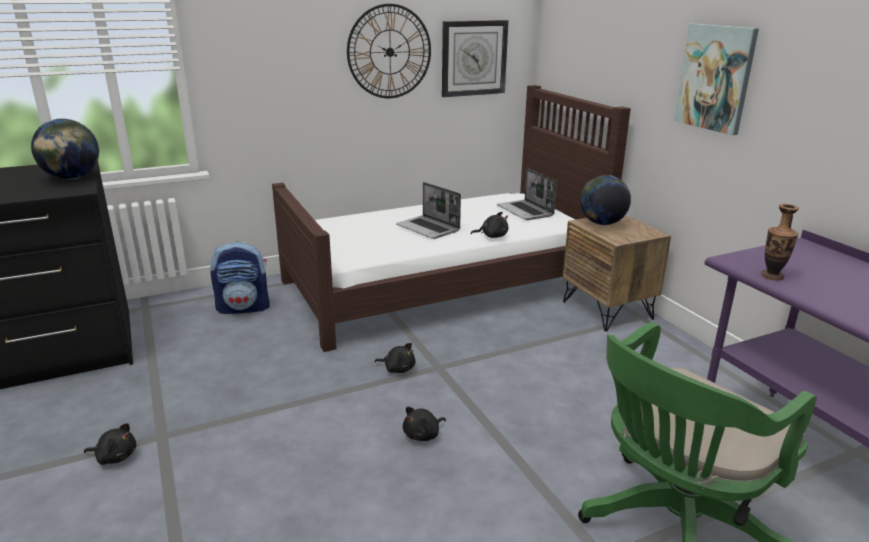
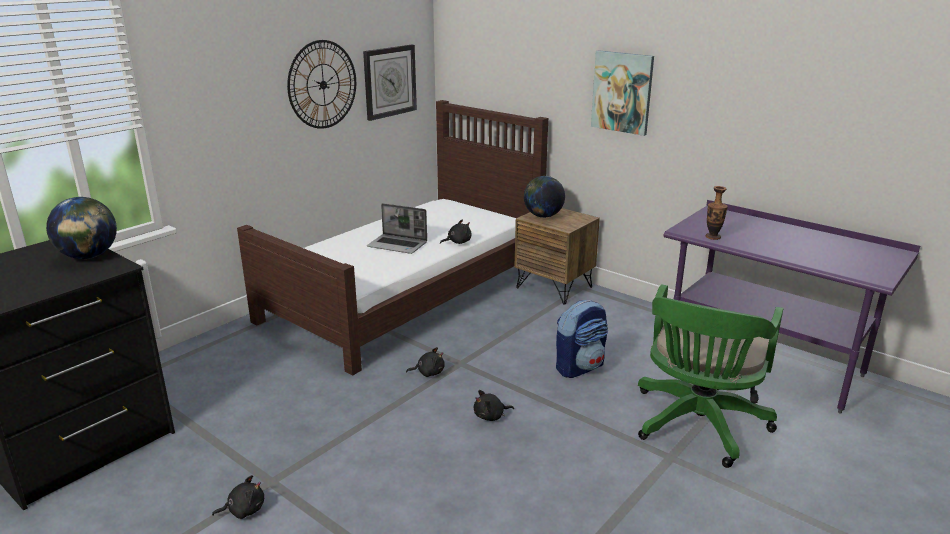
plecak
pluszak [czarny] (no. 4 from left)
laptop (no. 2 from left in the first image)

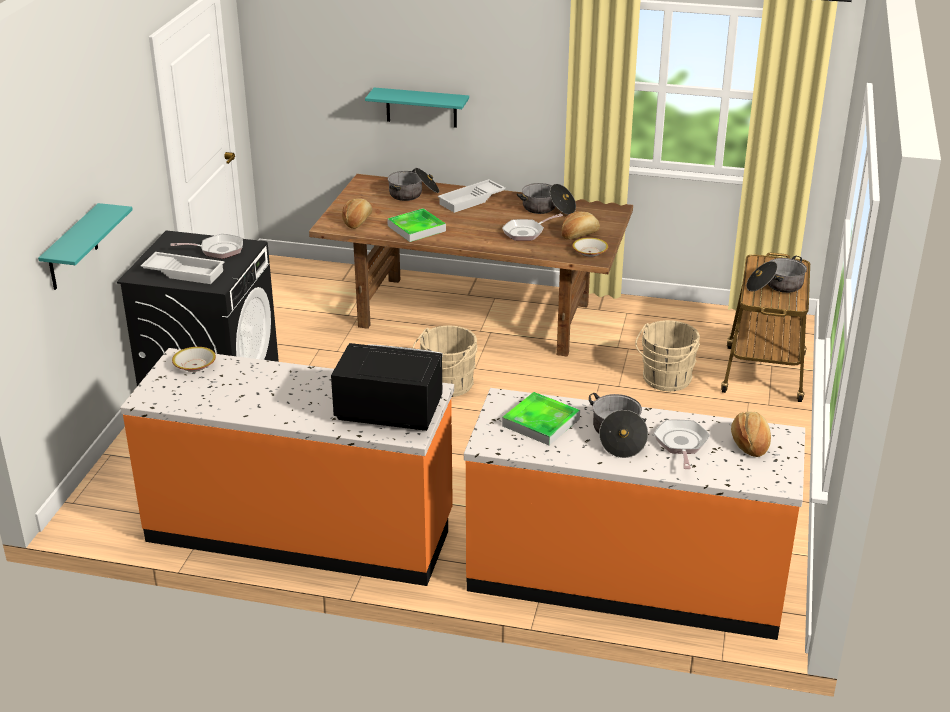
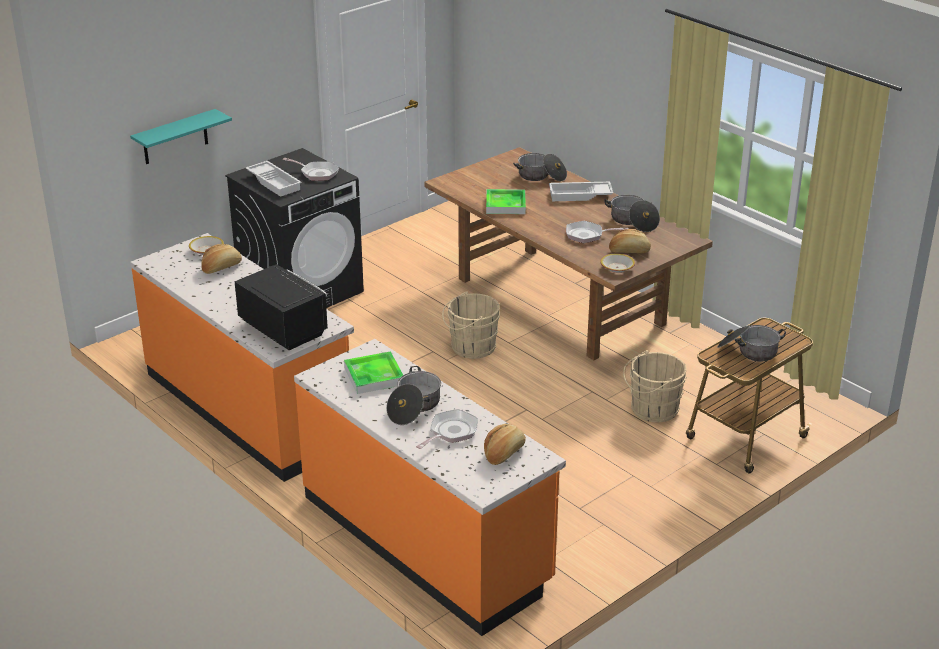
chleb (no. 1 from left)
półka [turkusowy] (no. 2 from left in the first image)

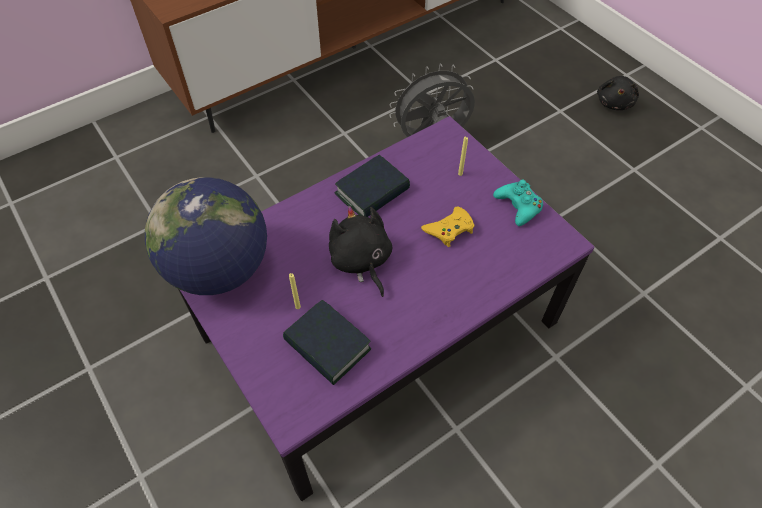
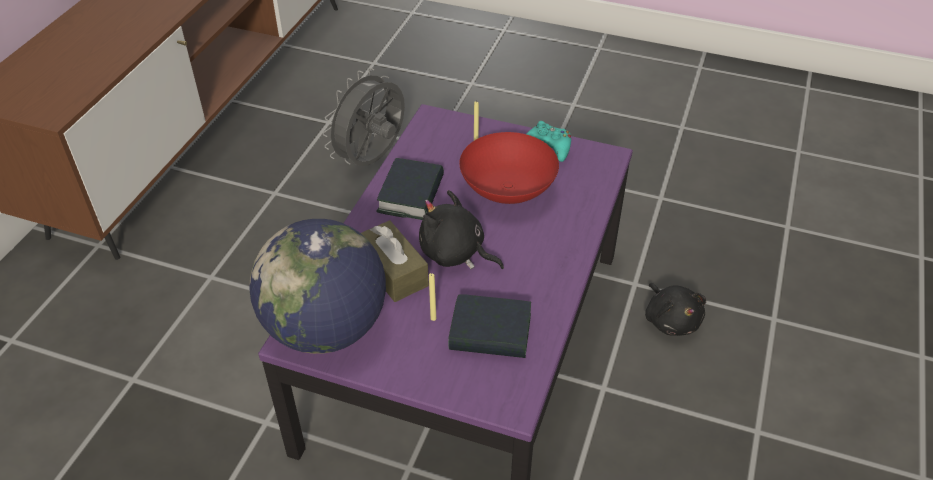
miska [czerwony]
pluszak [czarny] (no. 2 from left)
pudełko chusteczek [brązowy]

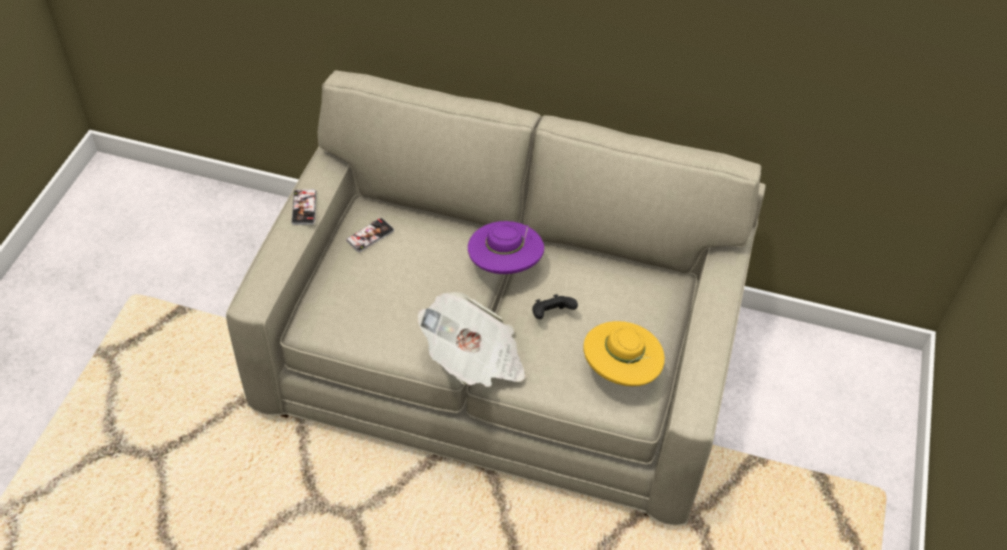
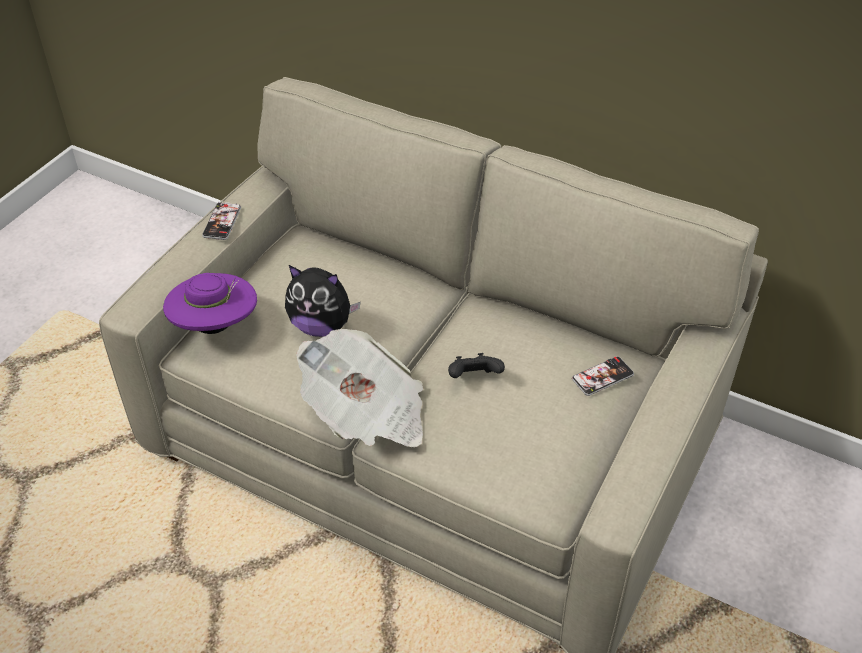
telefon (no. 2 from left)
kapelusz [fioletowy]
kapelusz [żółty]
pluszak

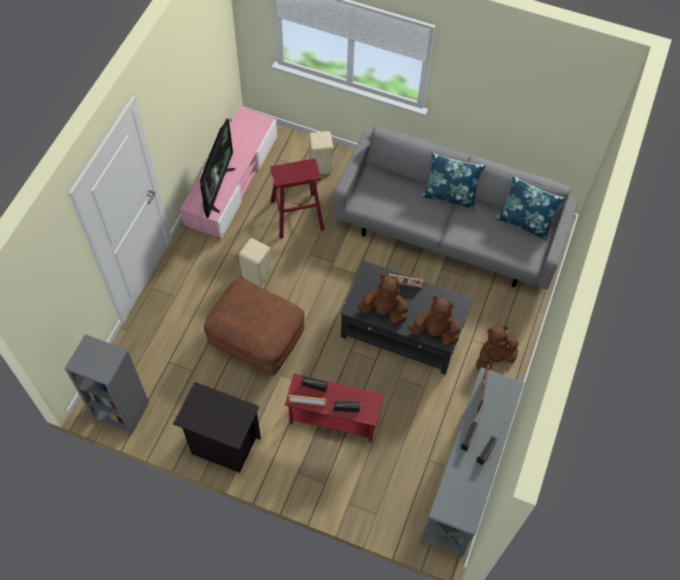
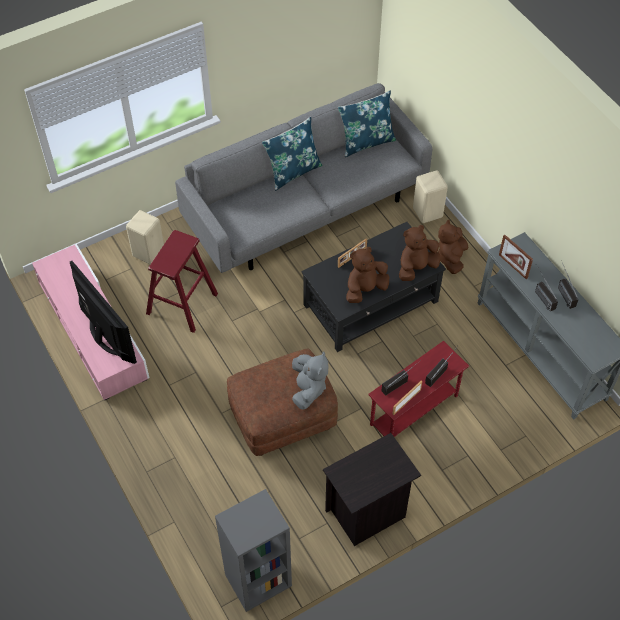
stołek [beżowy] (no. 2 from left)
pluszak [szary]

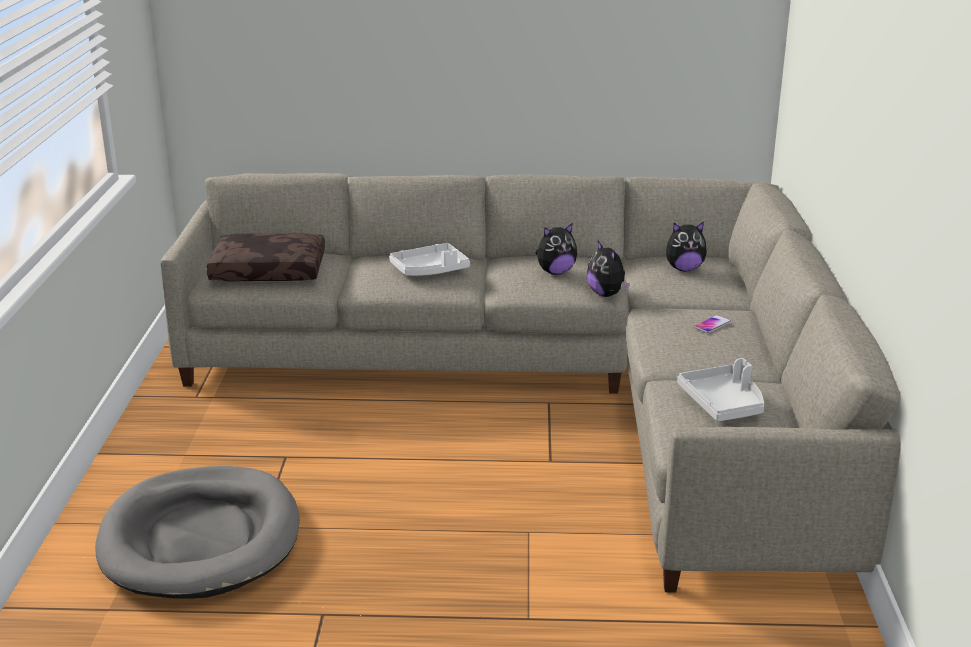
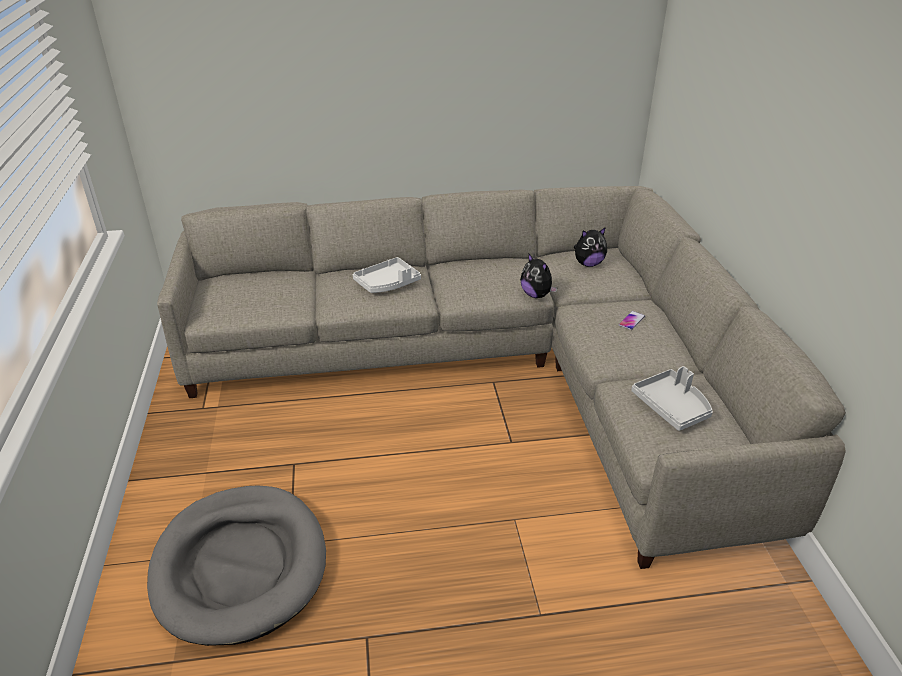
poduszka [brązowy]
pluszak (no. 1 from left in the first image)

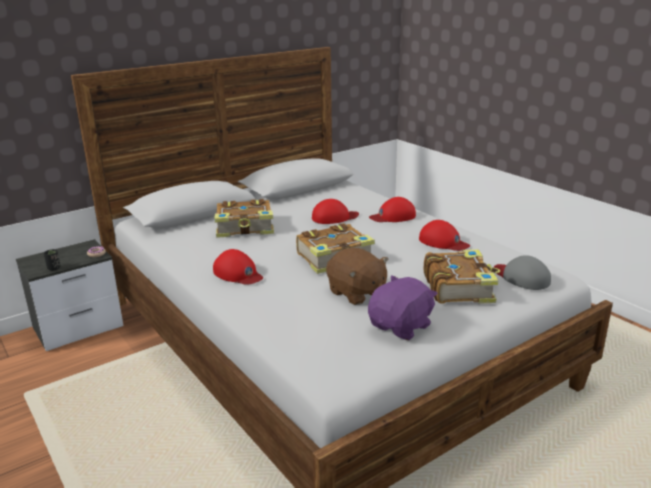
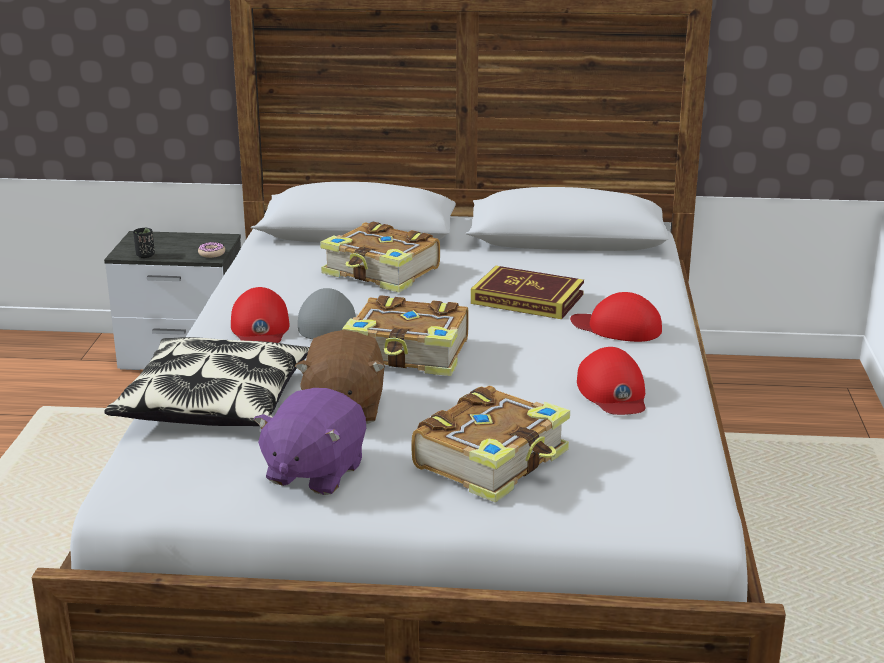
książka (no. 4 from left)
pluszak [fioletowy]
czapka z daszkiem [szary]
poduszka

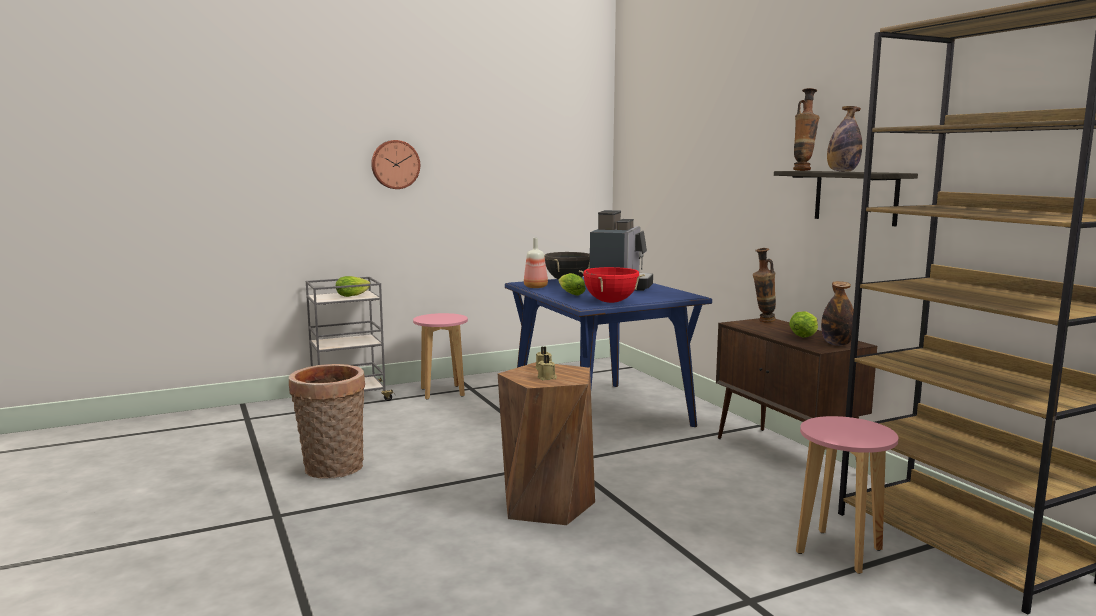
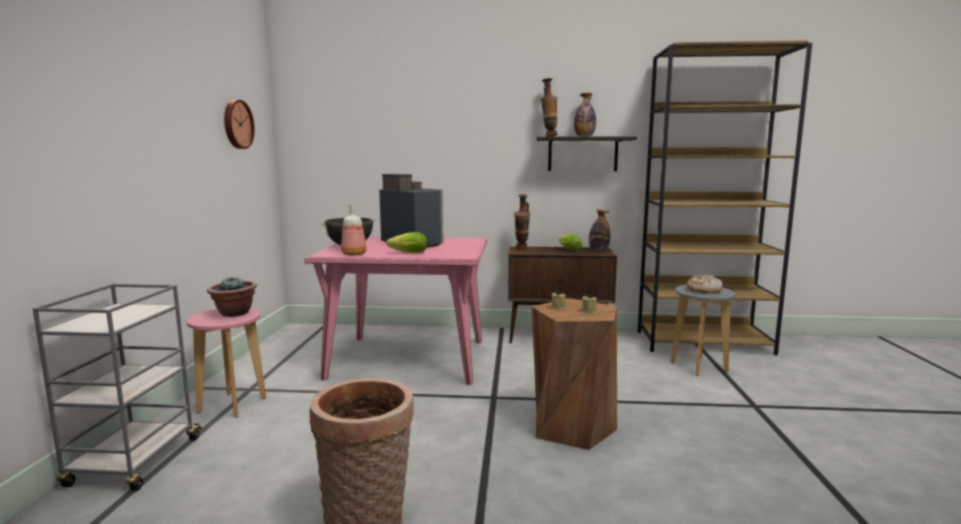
sałata (no. 1 from left in the first image)
zegar ścienny
stół jadalny [różowy]
garnek [czerwony]
stołek [szary]
roślina doniczkowa
chleb

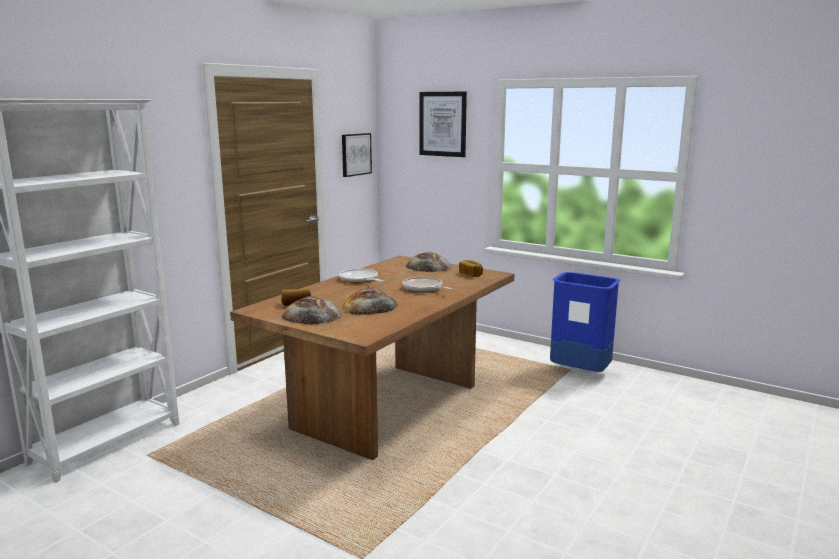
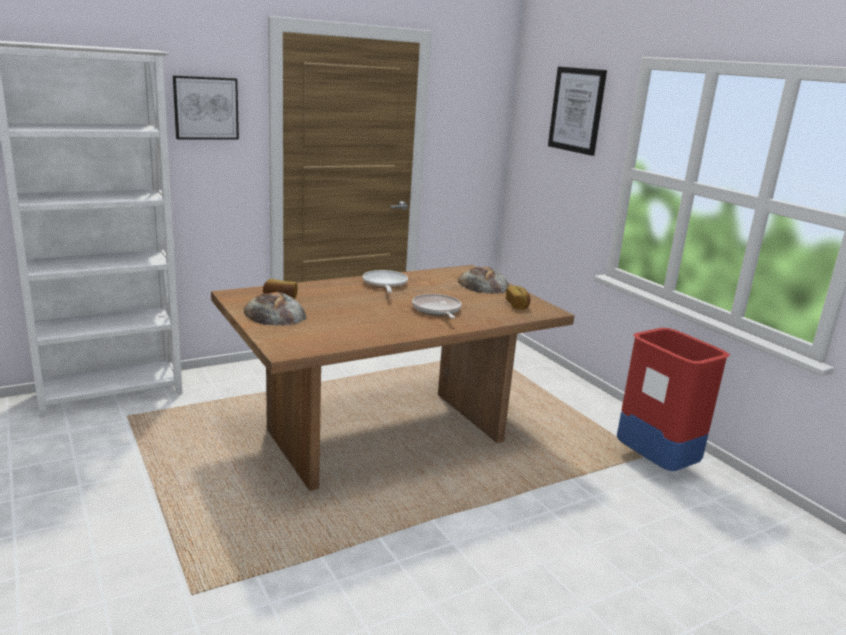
obraz (no. 1 from left)
chleb (no. 3 from left in the first image)
kosz na śmieci [czerwony]

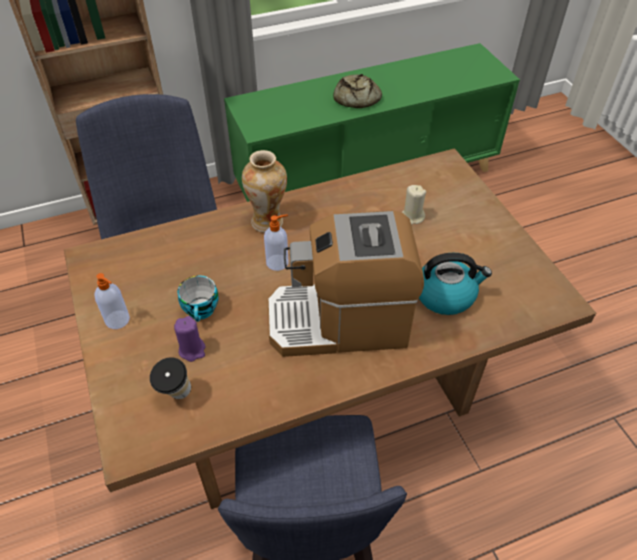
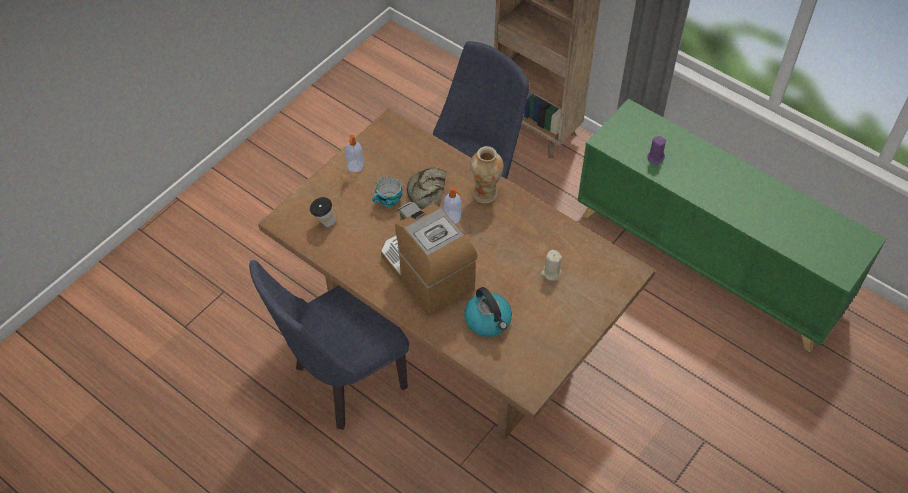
świeca [fioletowy]
chleb

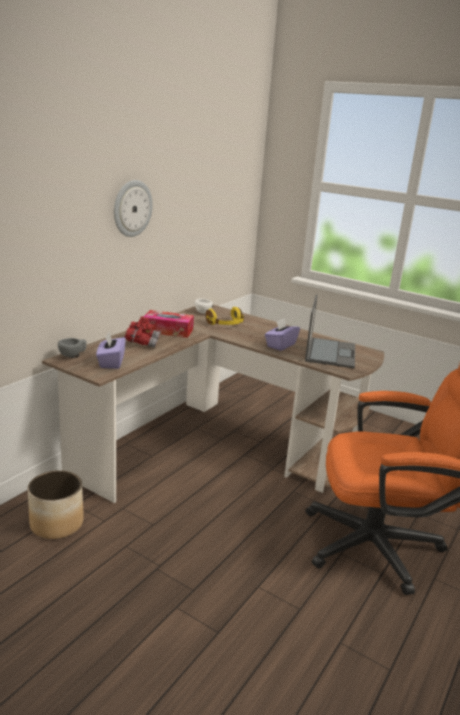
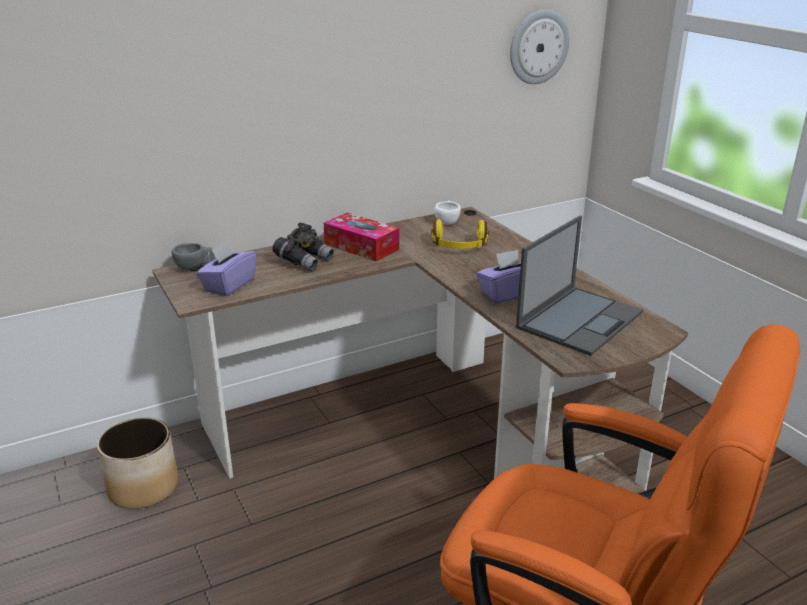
zegar ścienny
lornetka [szary]

